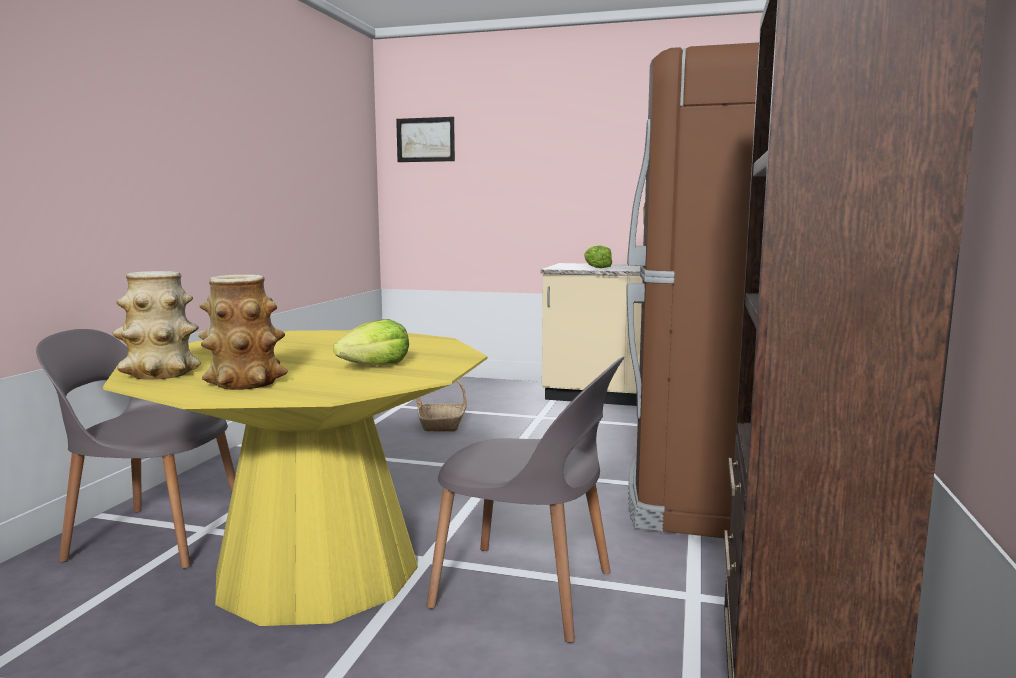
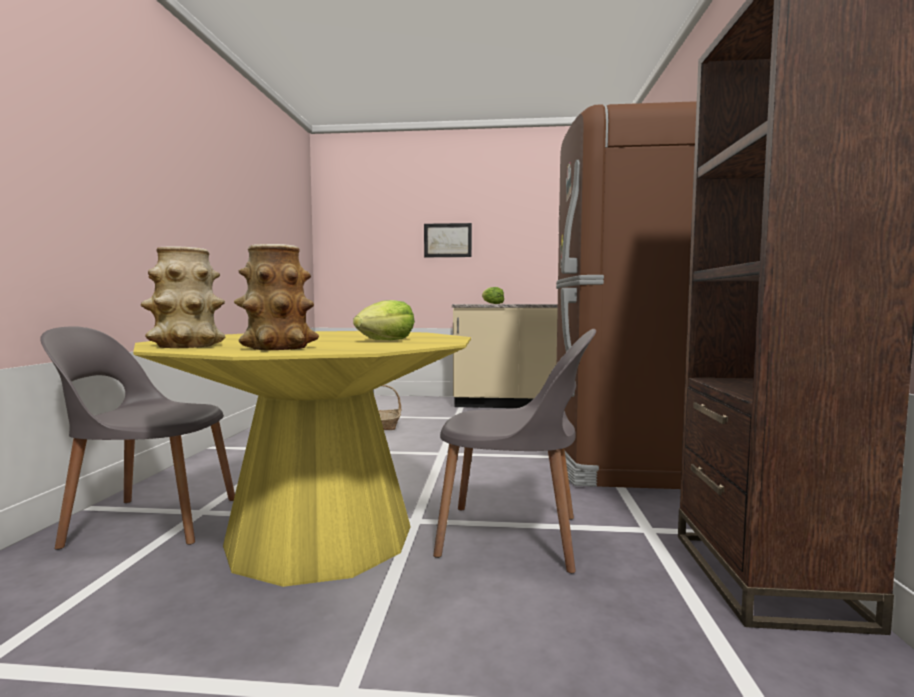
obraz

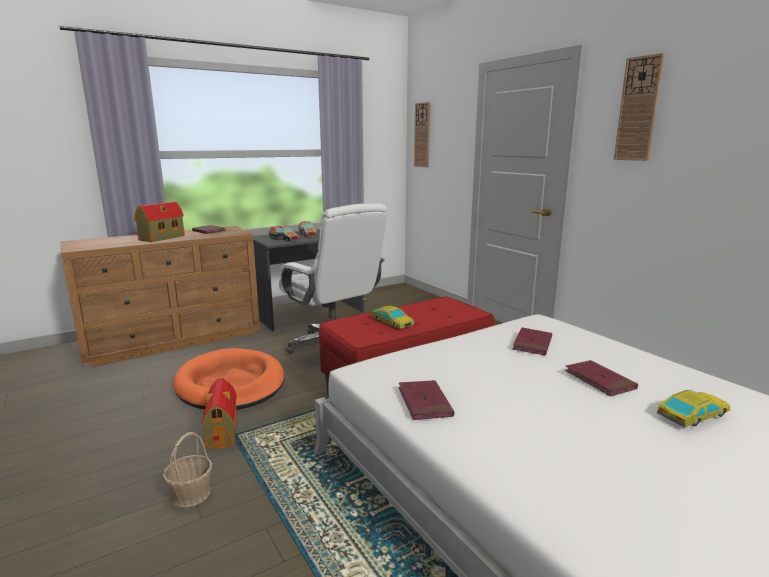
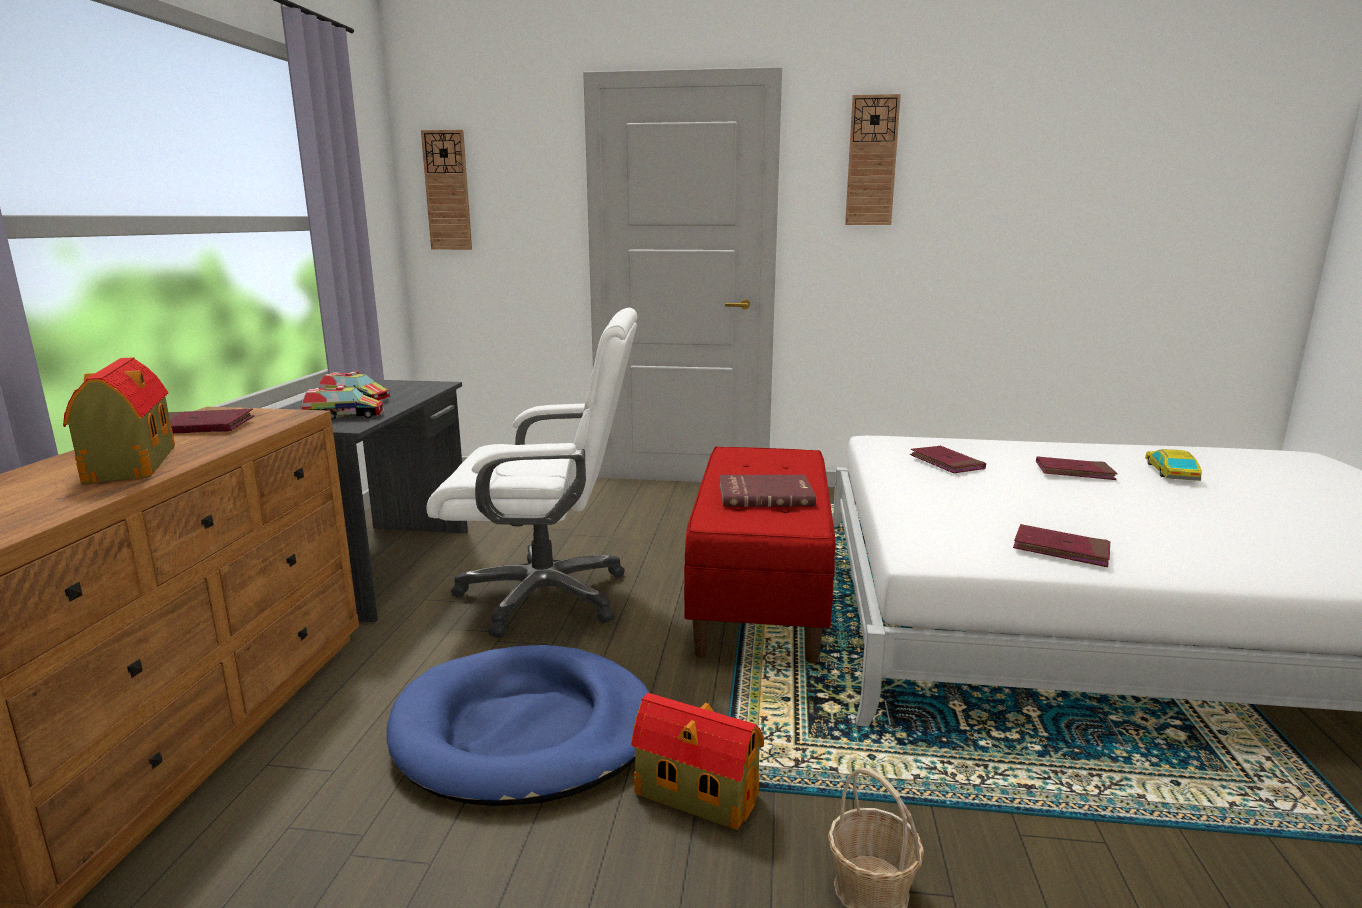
legowisko [niebieski]
książka [czerwony] (no. 2 from left)

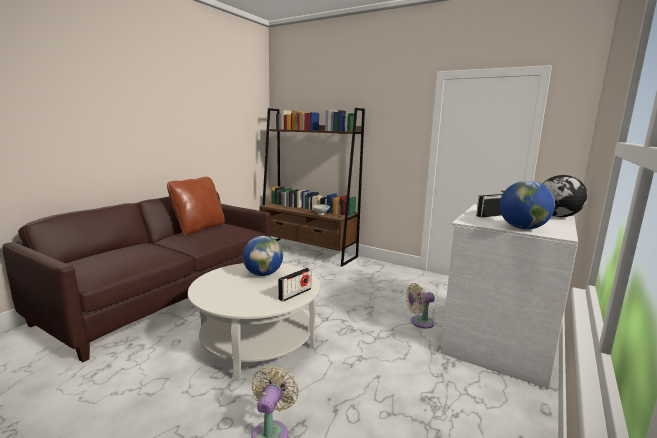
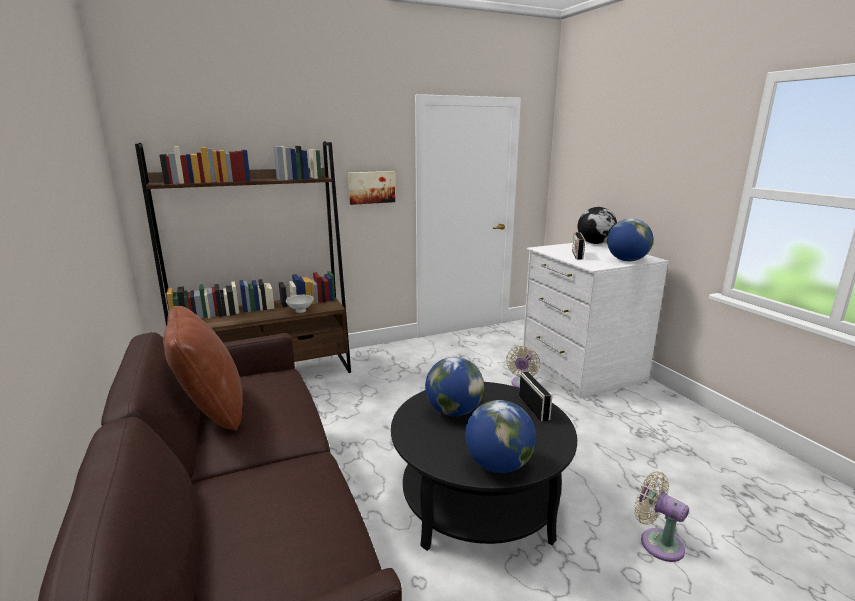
ława [czarny]
obraz
globus (no. 2 from left)

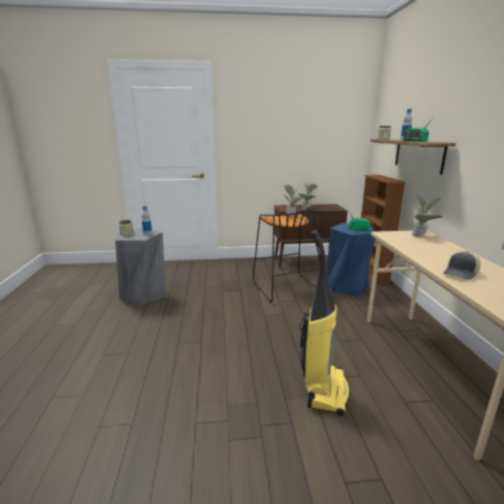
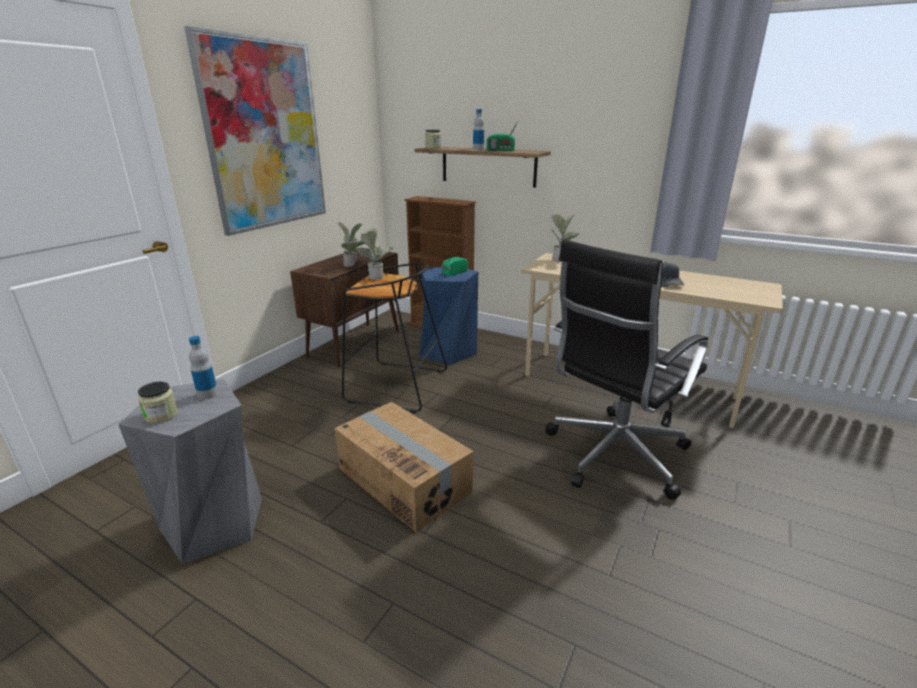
krzesło biurowe [czarny]
obraz
karton

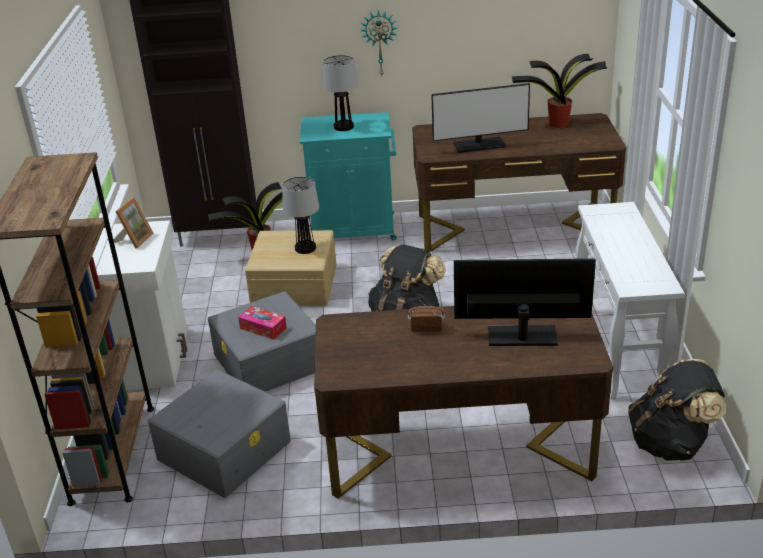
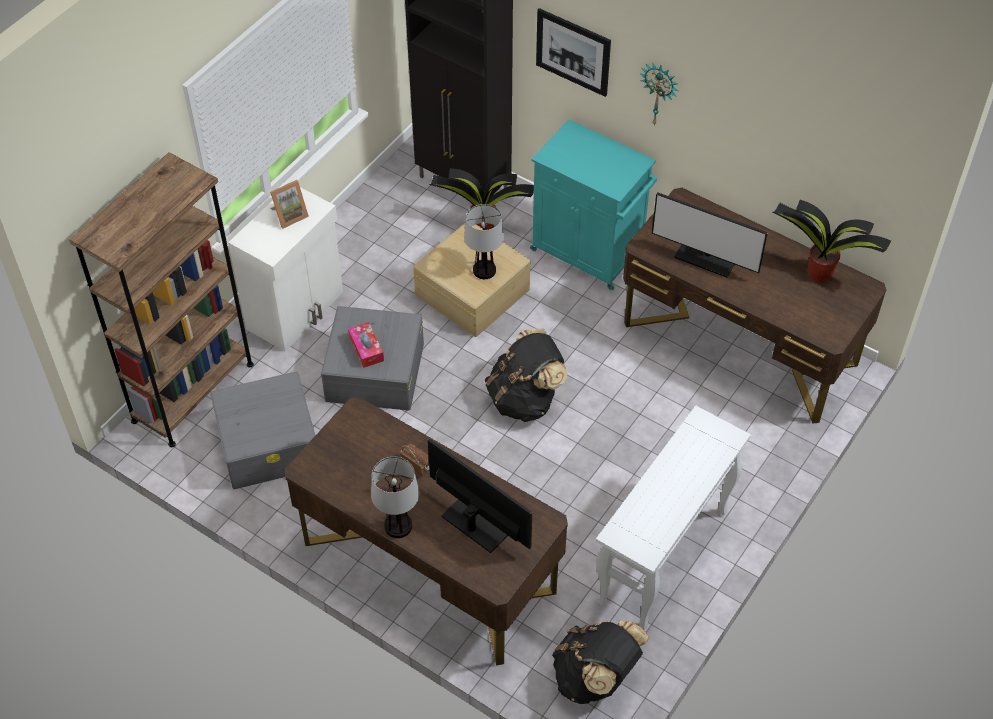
lampa stołowa (no. 1 from left)
obraz

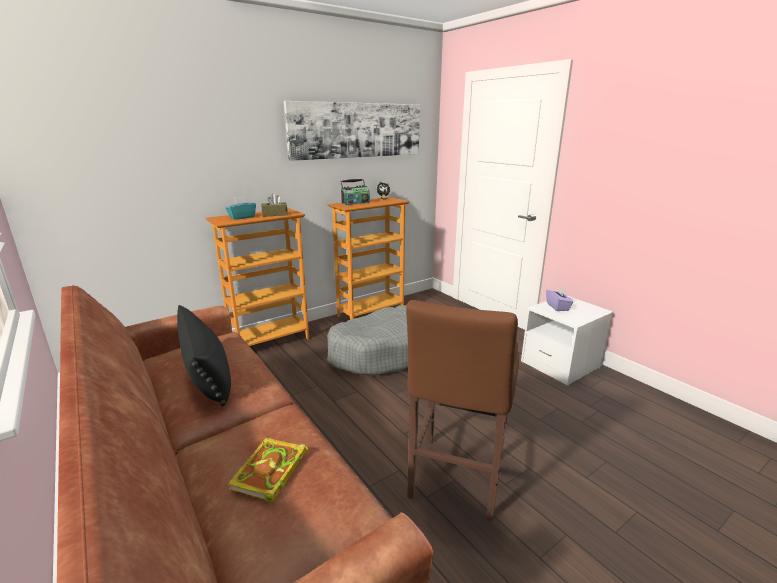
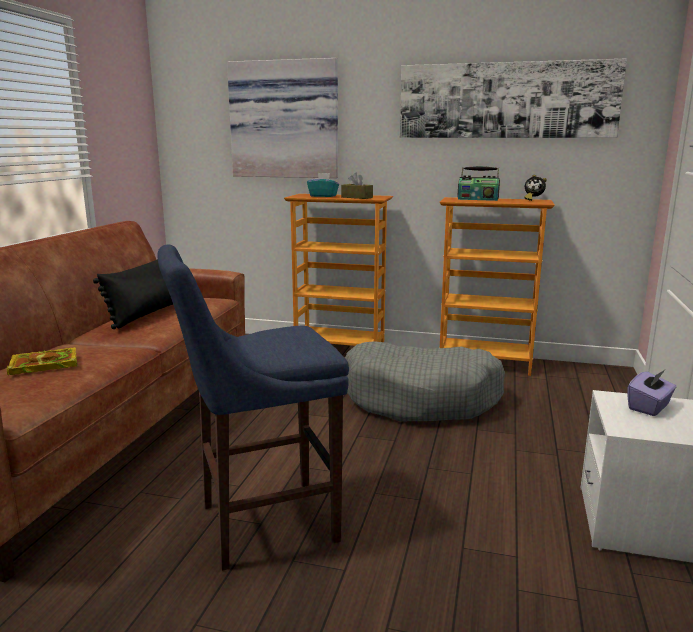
stołek [niebieski]
obraz (no. 1 from left)

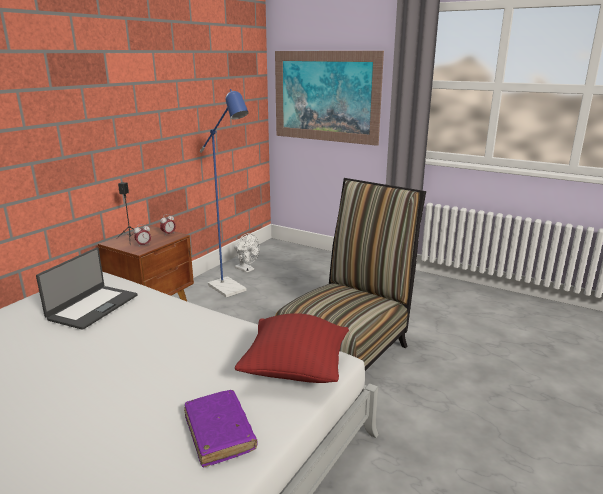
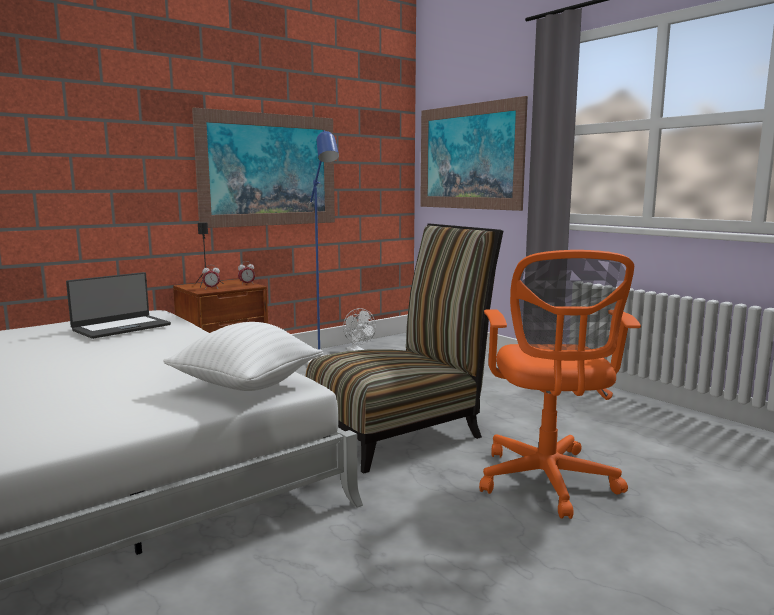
książka [fioletowy]
poduszka [biały]
obraz (no. 1 from left)
krzesło biurowe [pomarańczowy]

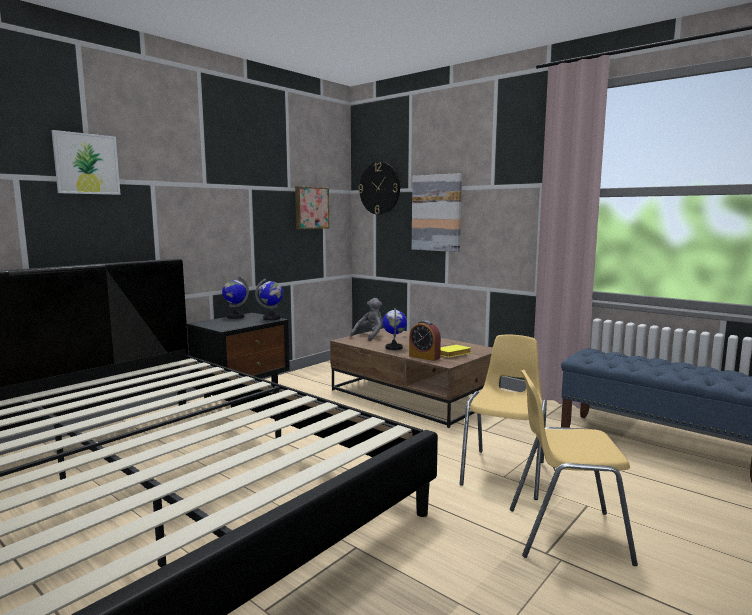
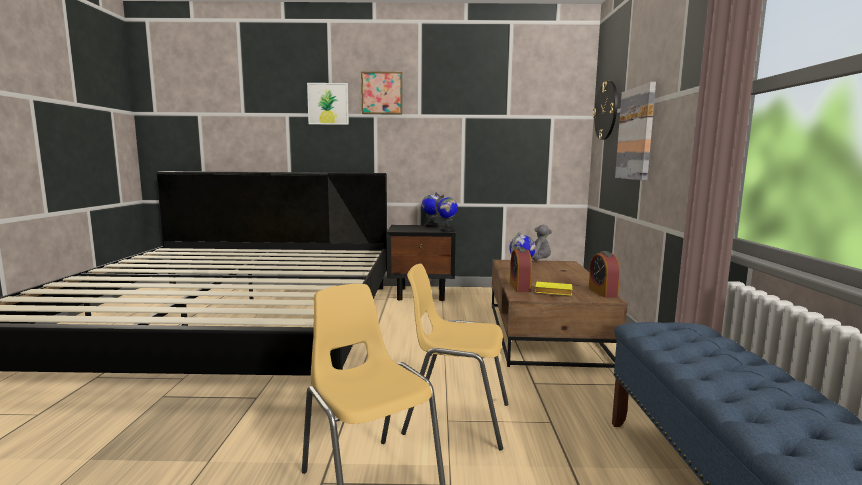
obraz (no. 2 from left)
krzesło [żółty] (no. 2 from left)
budzik (no. 2 from left)

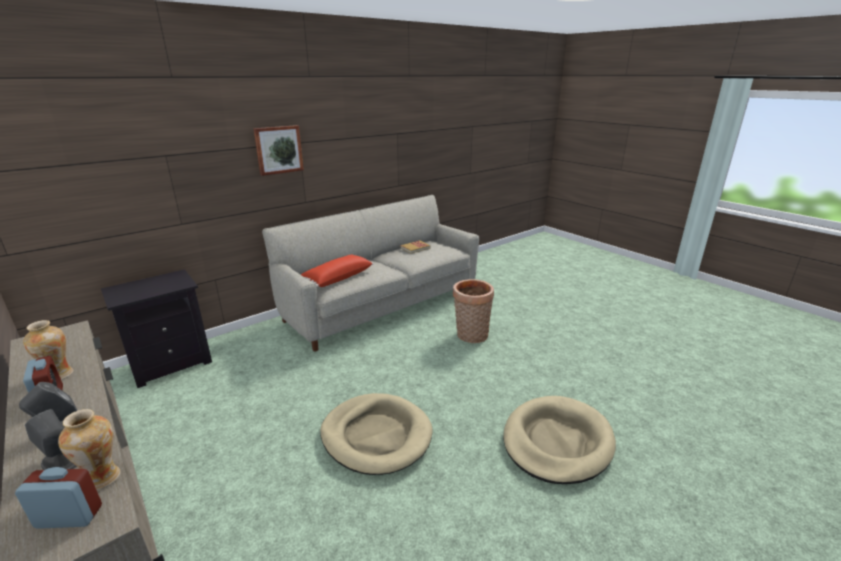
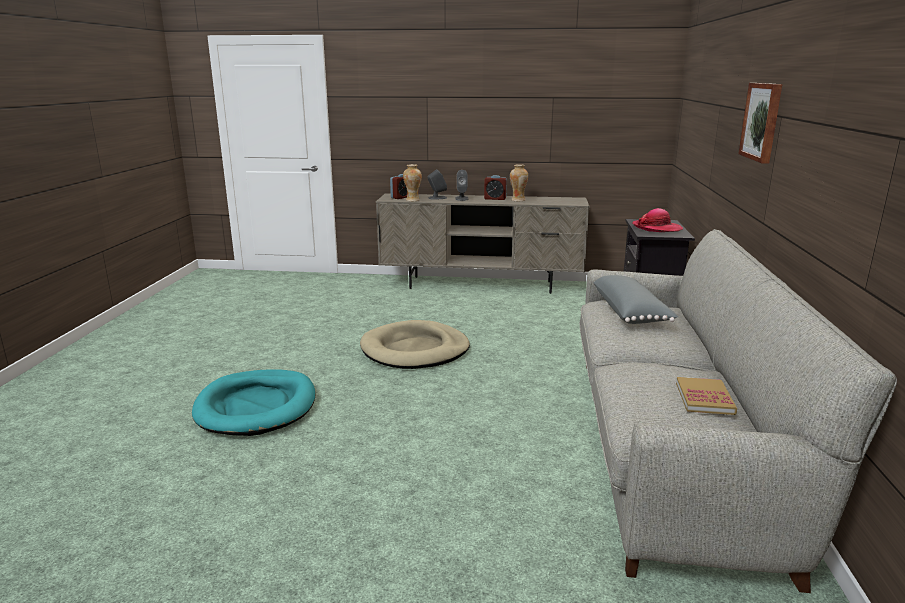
poduszka [szary]
koszyk
legowisko [turkusowy]
kapelusz

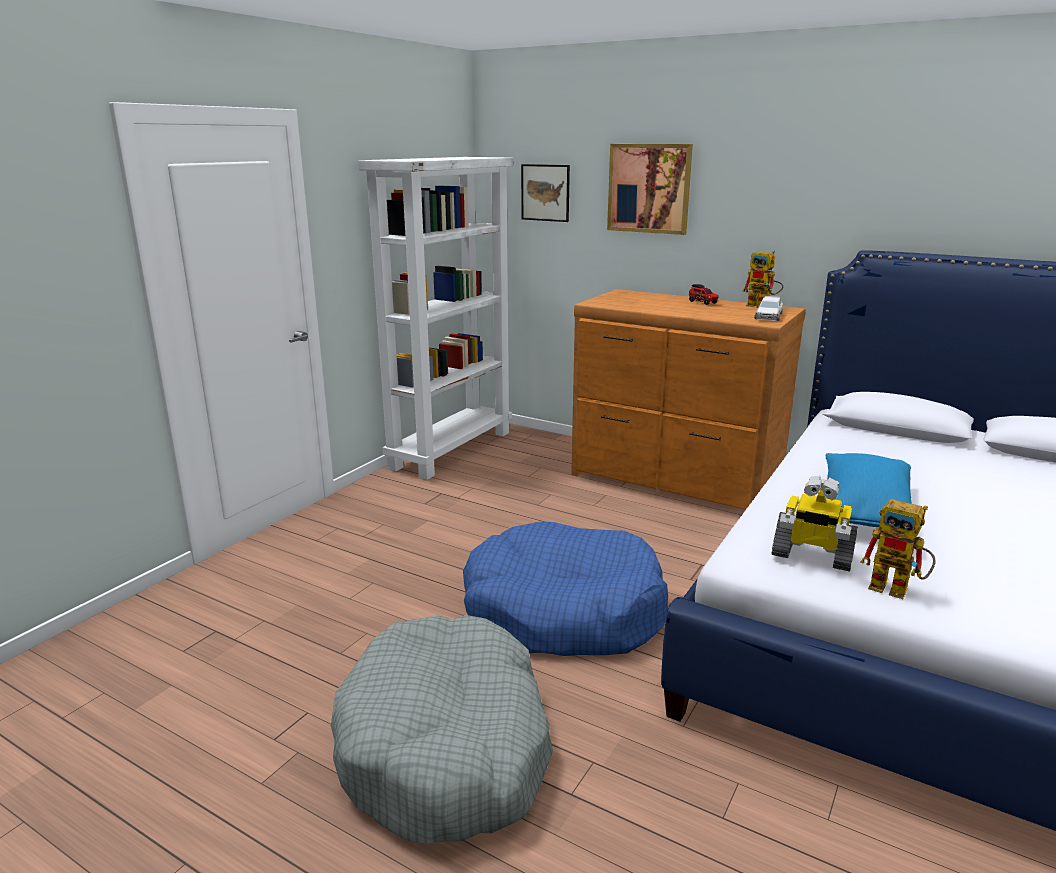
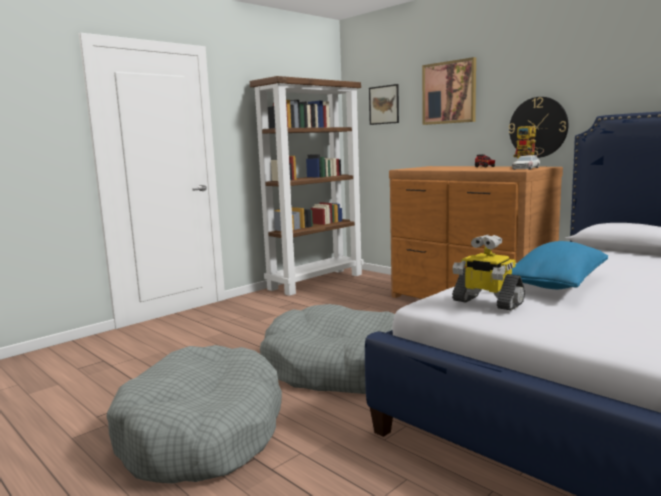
regał [brązowy]
legowisko [szary] (no. 2 from left)
robot zabawkowy (no. 3 from left in the first image)
zegar ścienny

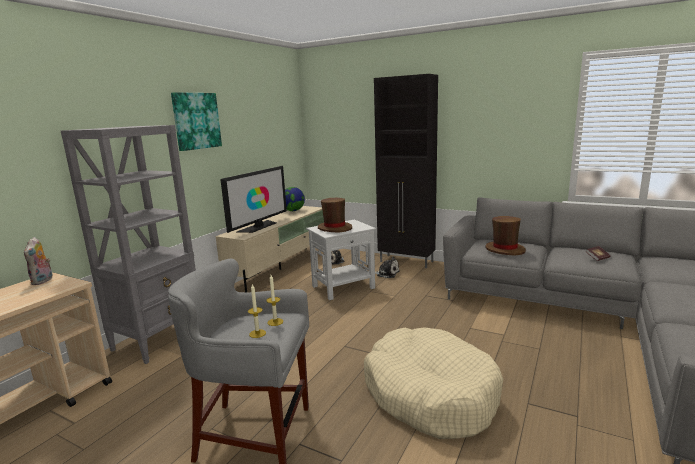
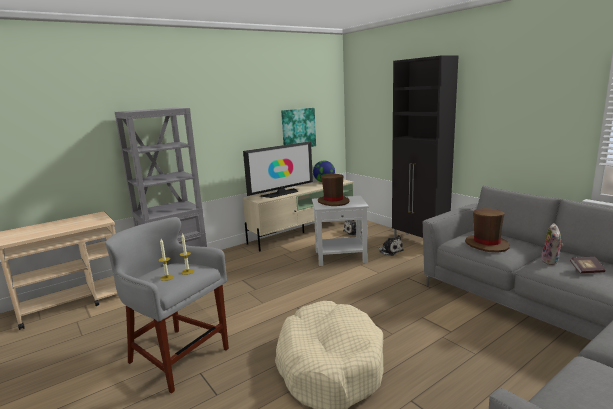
pluszak (no. 3 from left)
obraz

